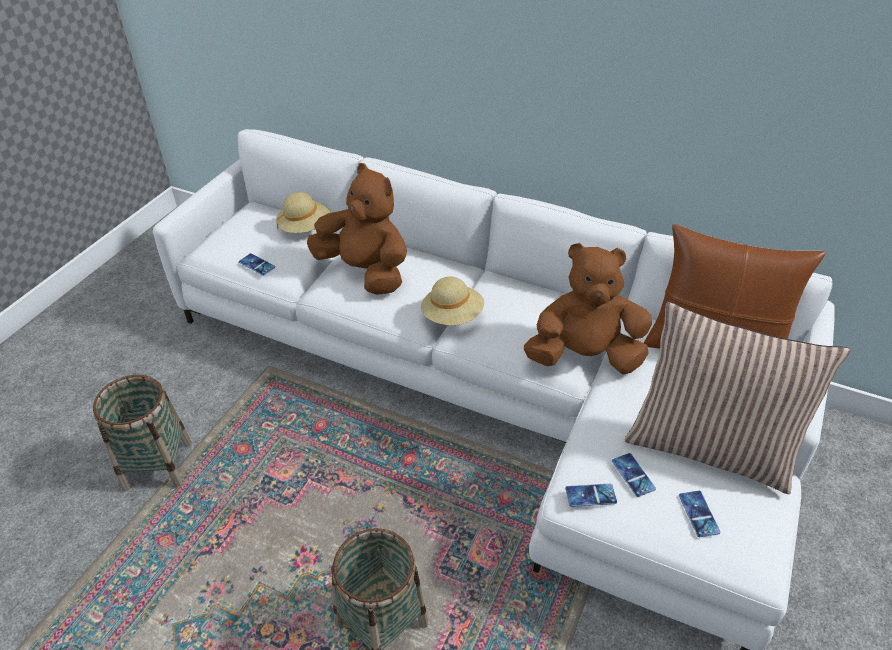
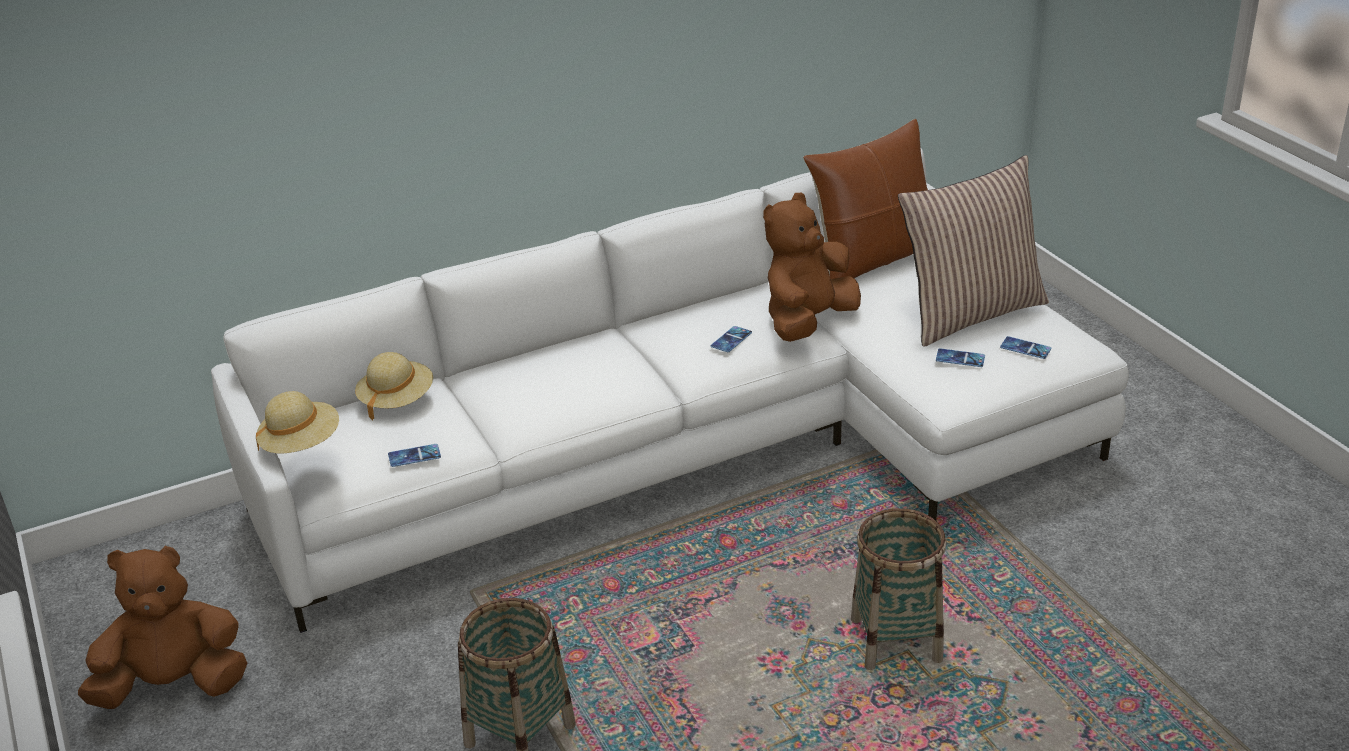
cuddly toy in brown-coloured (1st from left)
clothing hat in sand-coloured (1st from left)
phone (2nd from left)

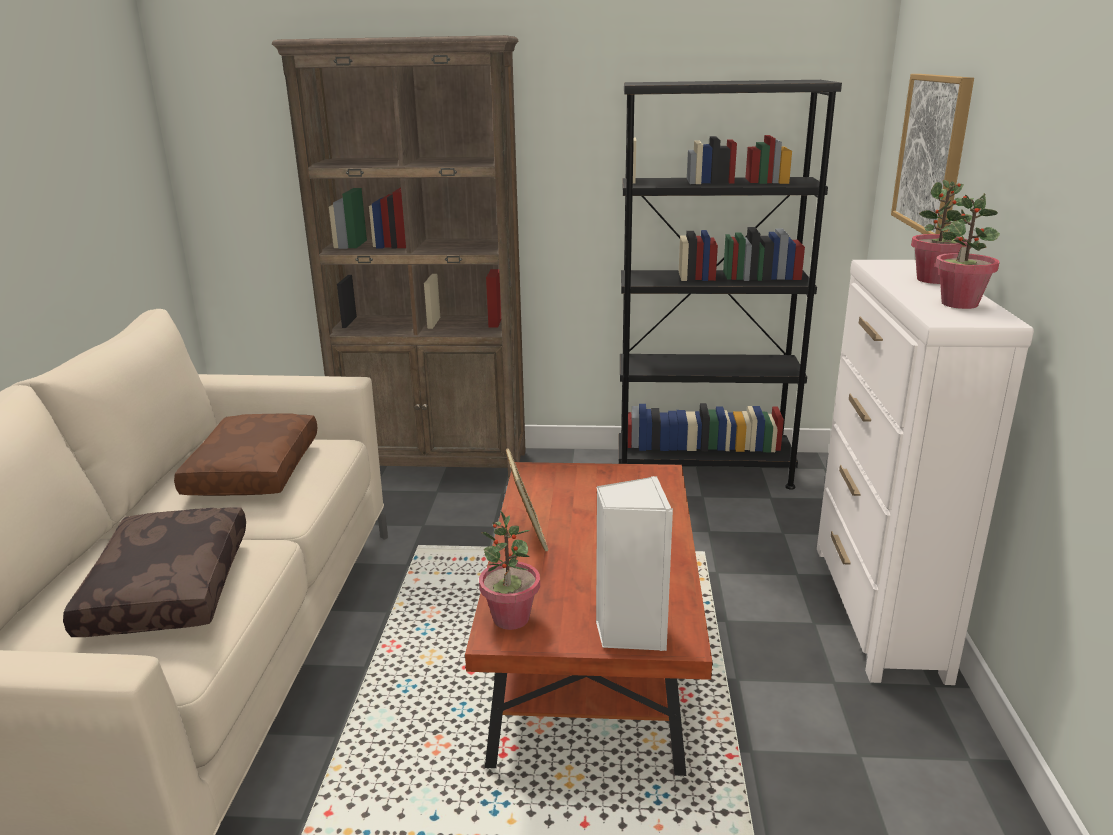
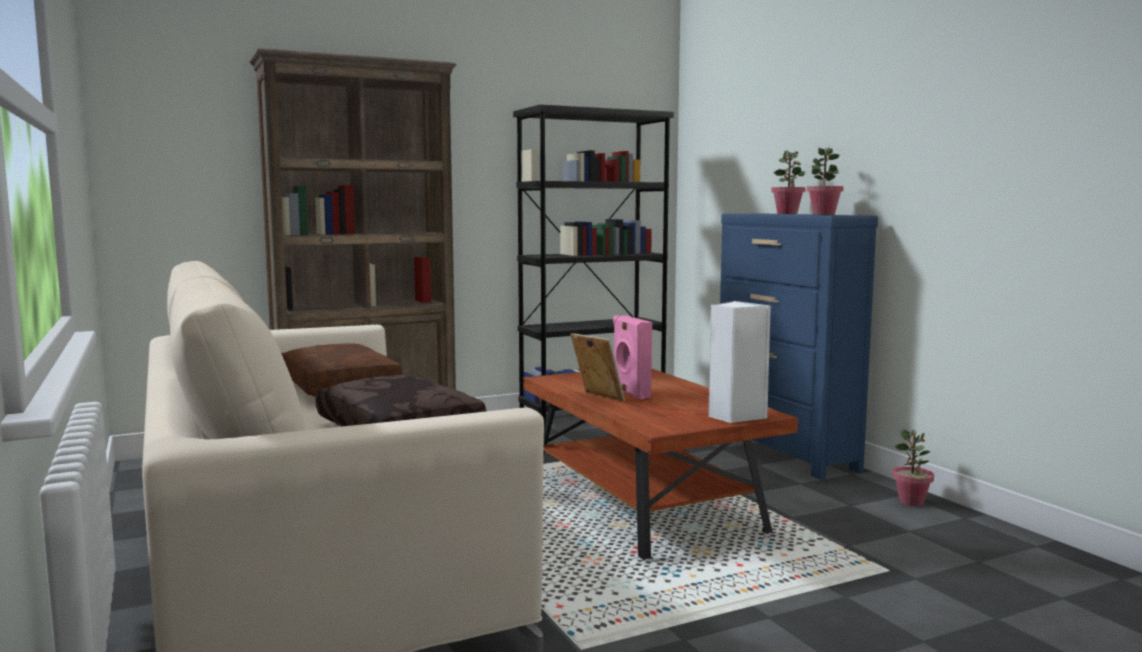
wall art
audio speaker in pink-coloured
houseplant (3rd from left)
chest of drawers in blue-coloured

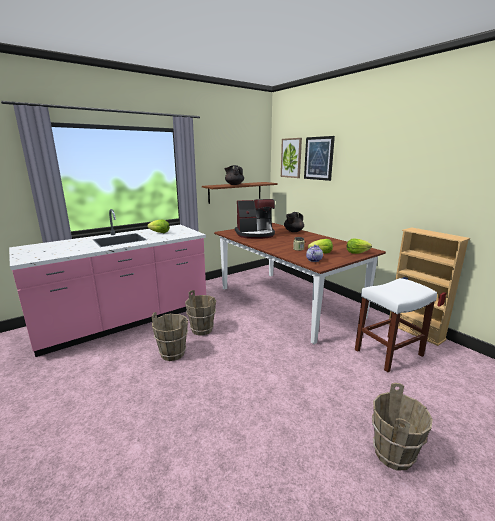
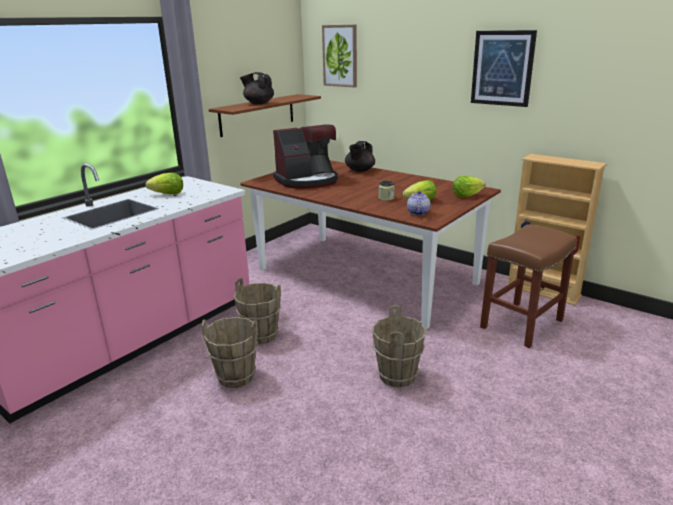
wall art (2nd from left)
water bucket in brown-coloured (3rd from left)
sitting stool in brown-coloured

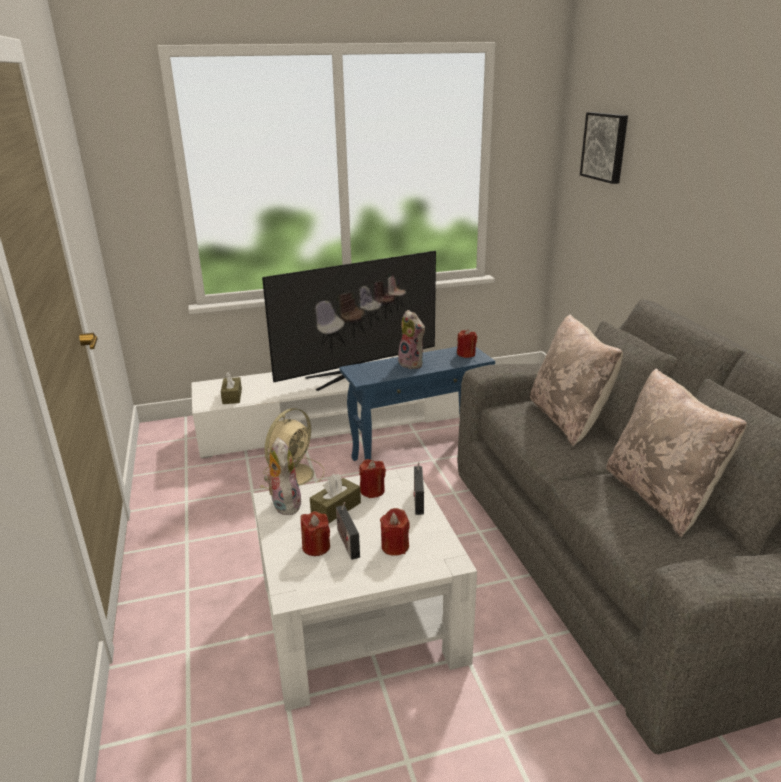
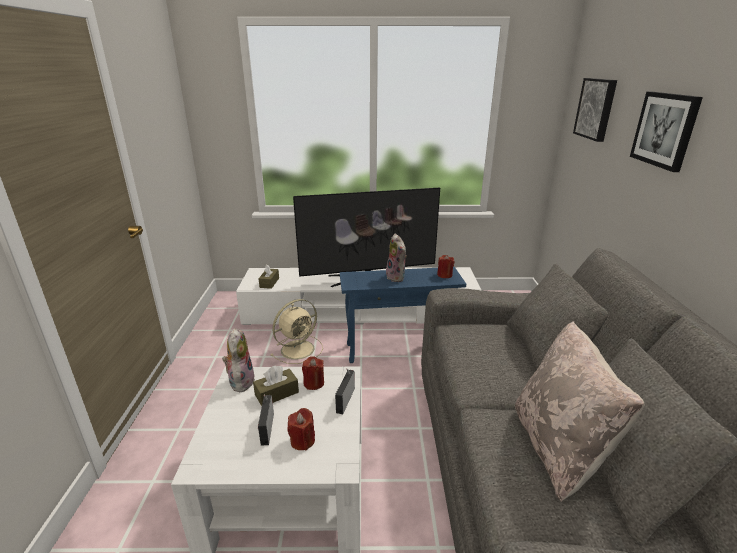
wax light in red (1st from left in the first image)
throw pillow in sand-coloured (1st from left in the first image)
wall art (2nd from left)

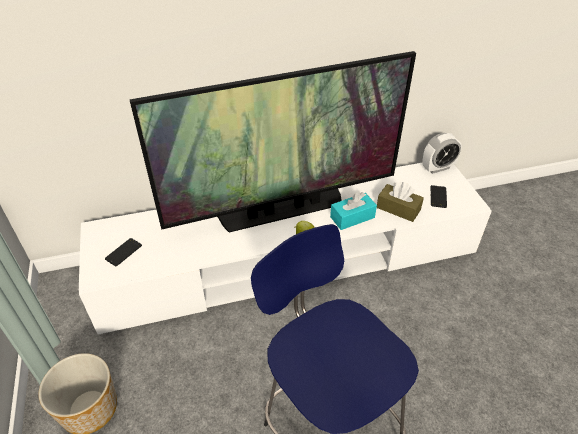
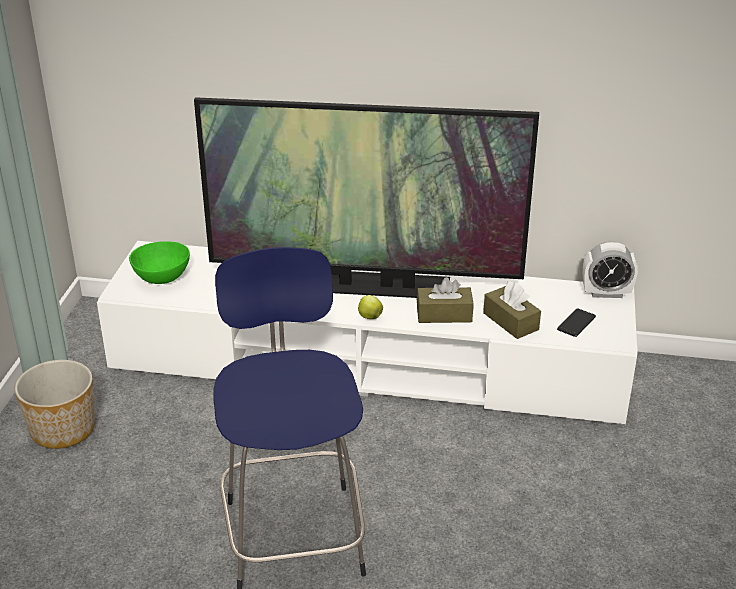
bowl in green-coloured
tissue holder in brown-coloured (1st from left)

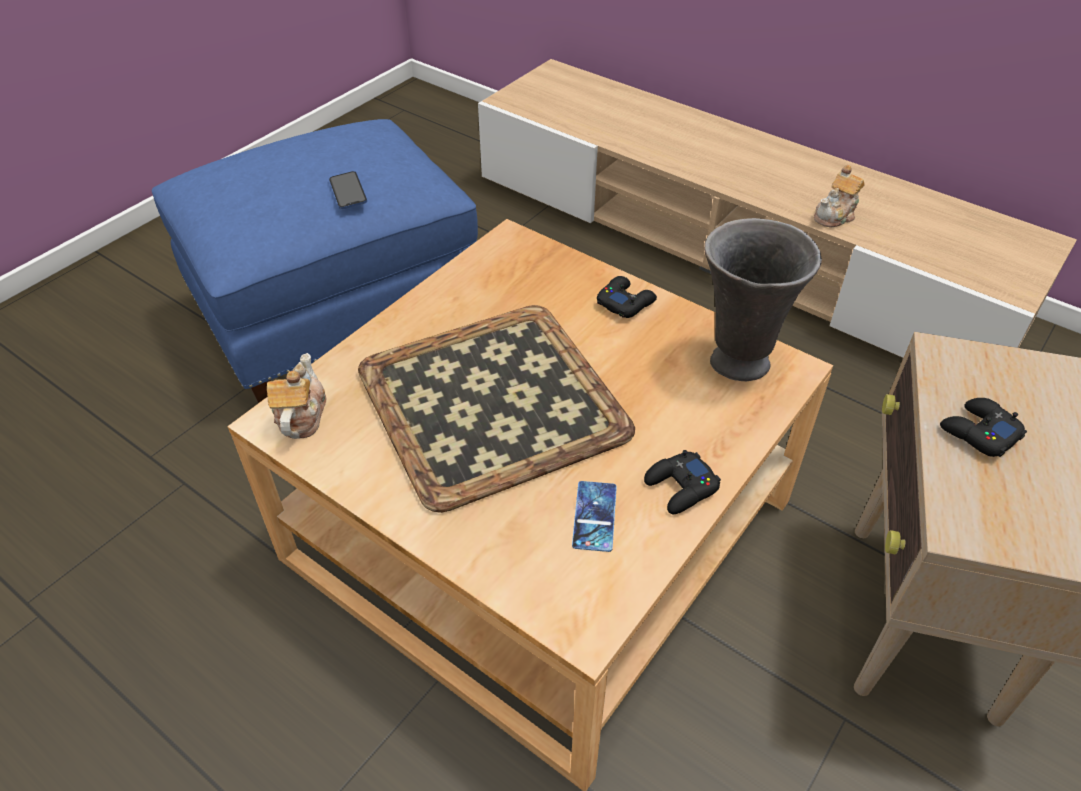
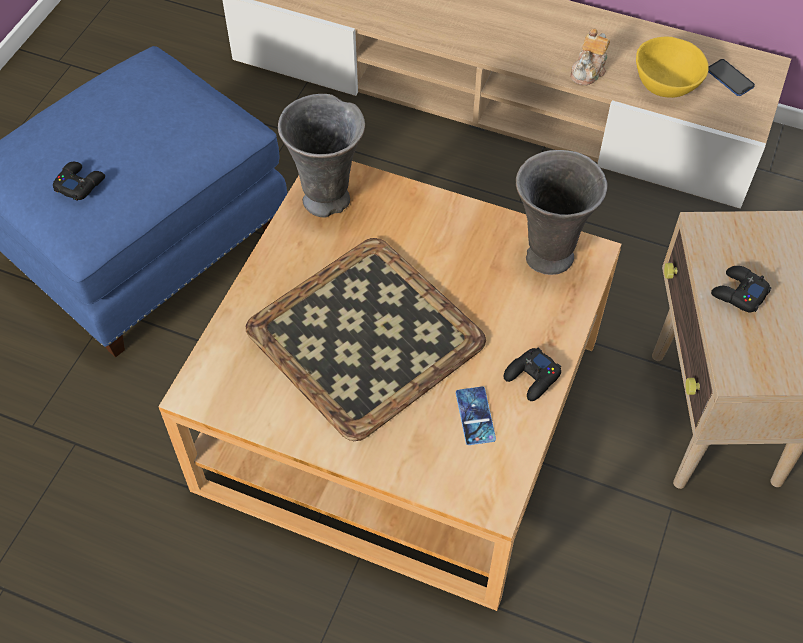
teapot (1st from left in the first image)
decorative vase in greyish (1st from left)
bowl in yellow-coloured
phone (2nd from left)
gamepad in blackish (1st from left)

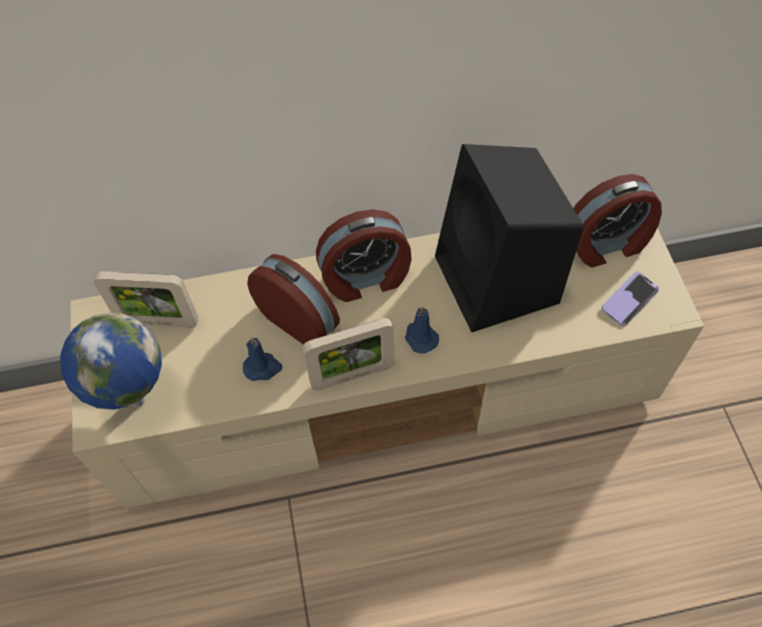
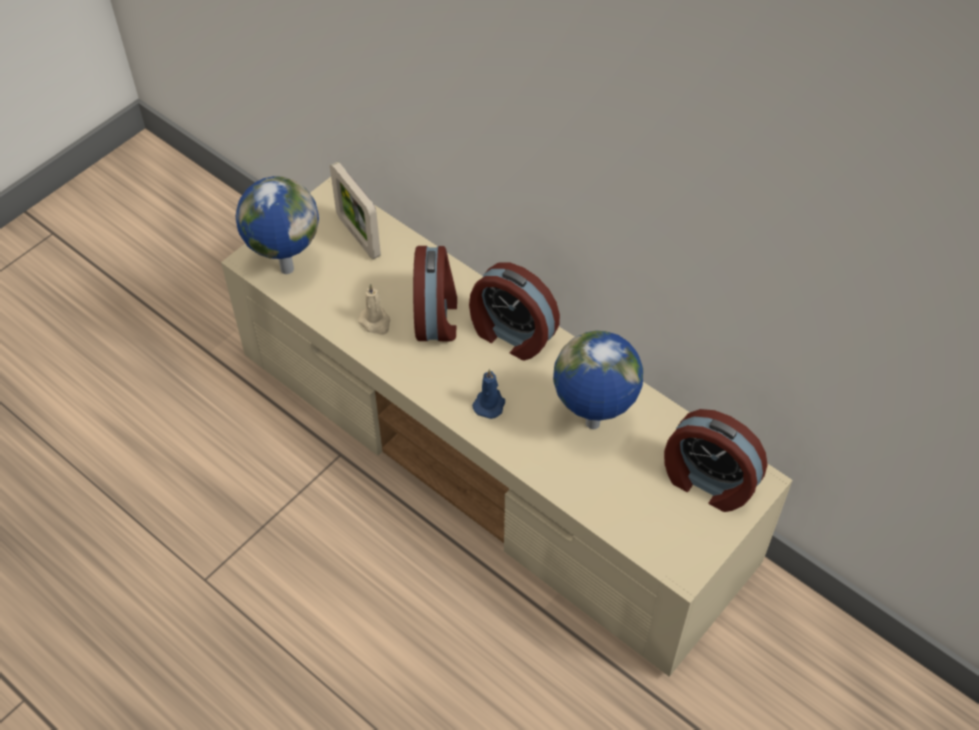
standing frame (2nd from left in the first image)
phone
globe (2nd from left)
wax light in sand-coloured

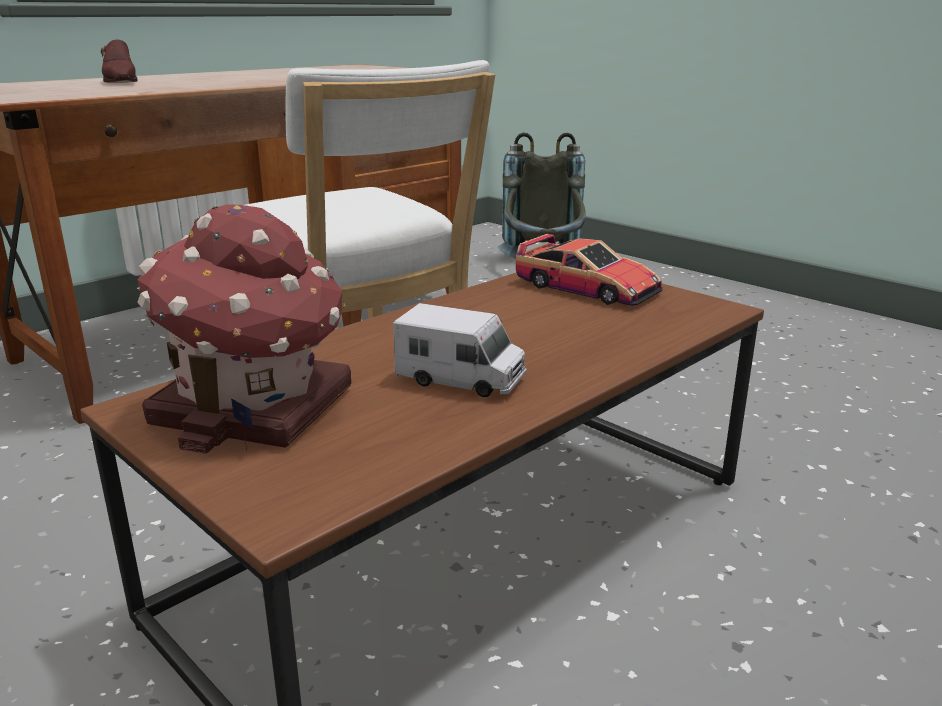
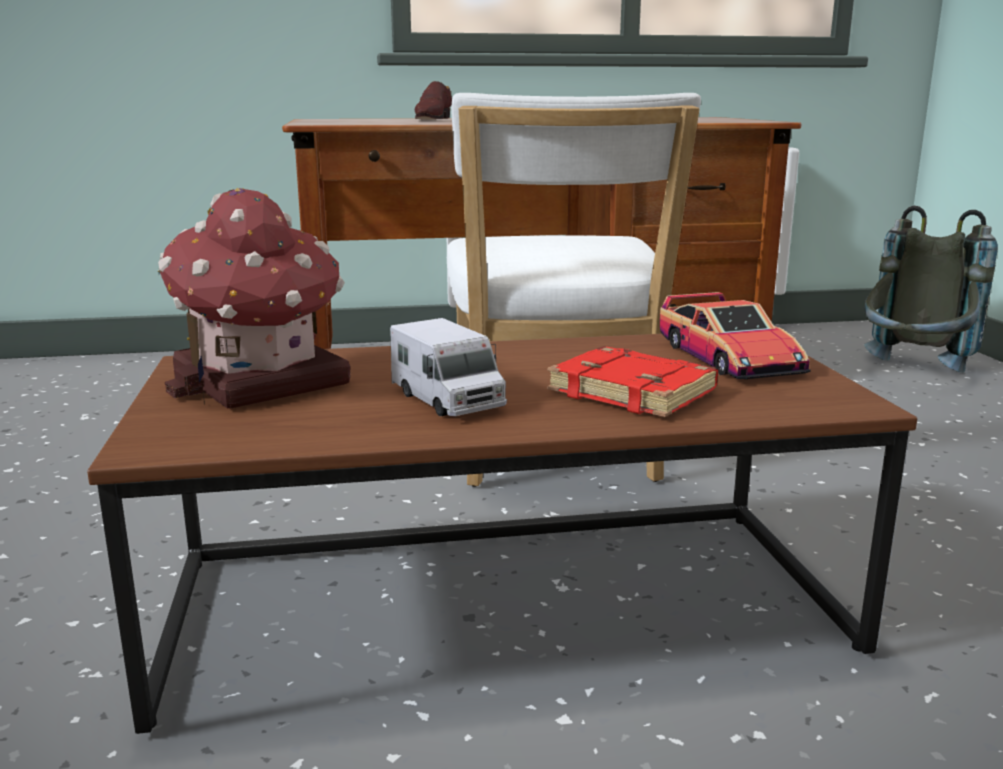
book in red

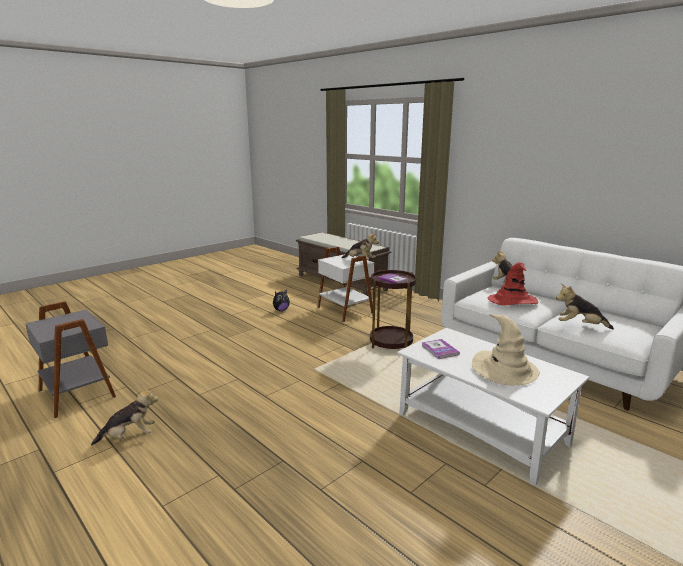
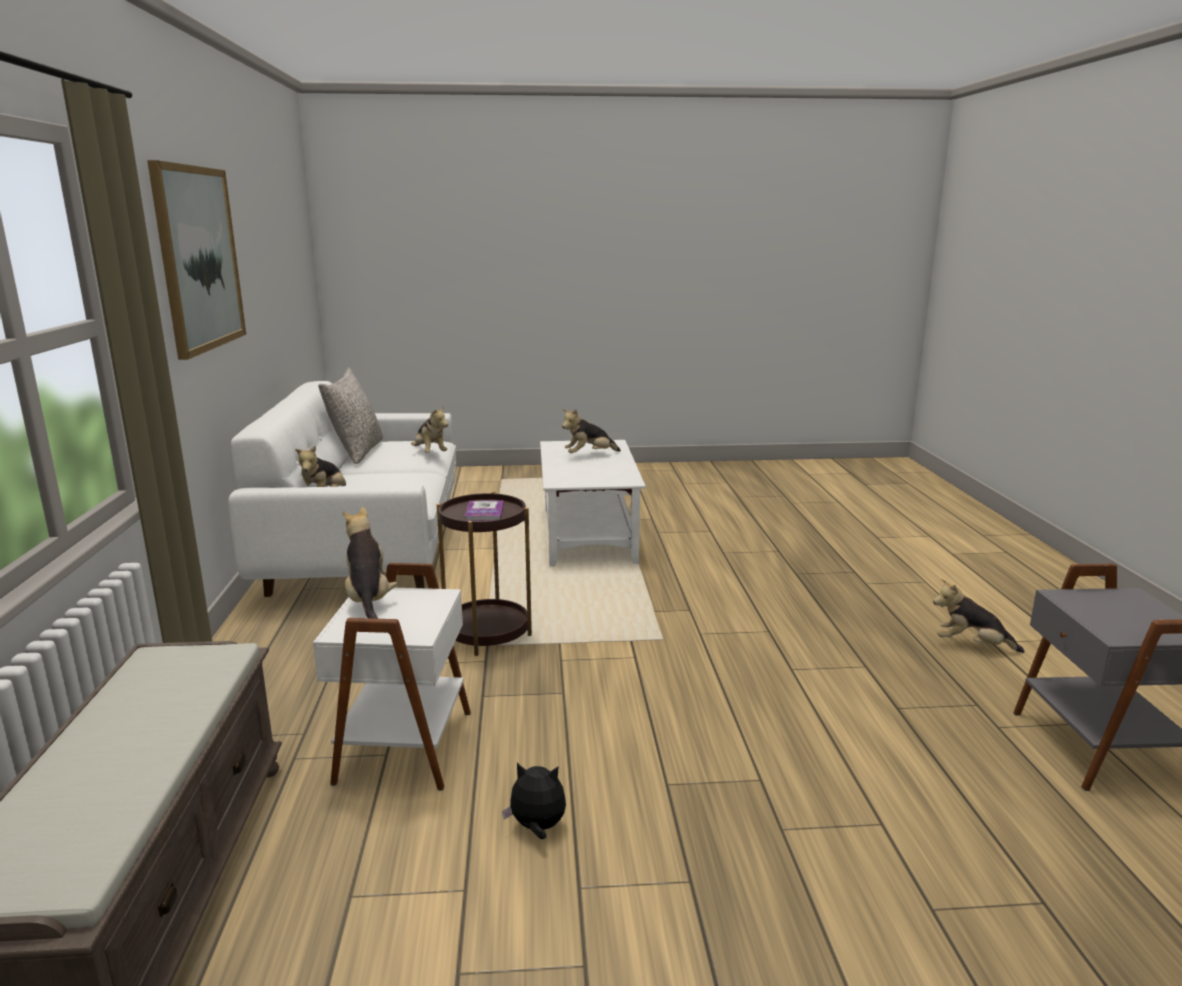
book (2nd from left in the first image)
clothing hat in red
wall art
throw pillow in greyish
cuddly toy (5th from left)

